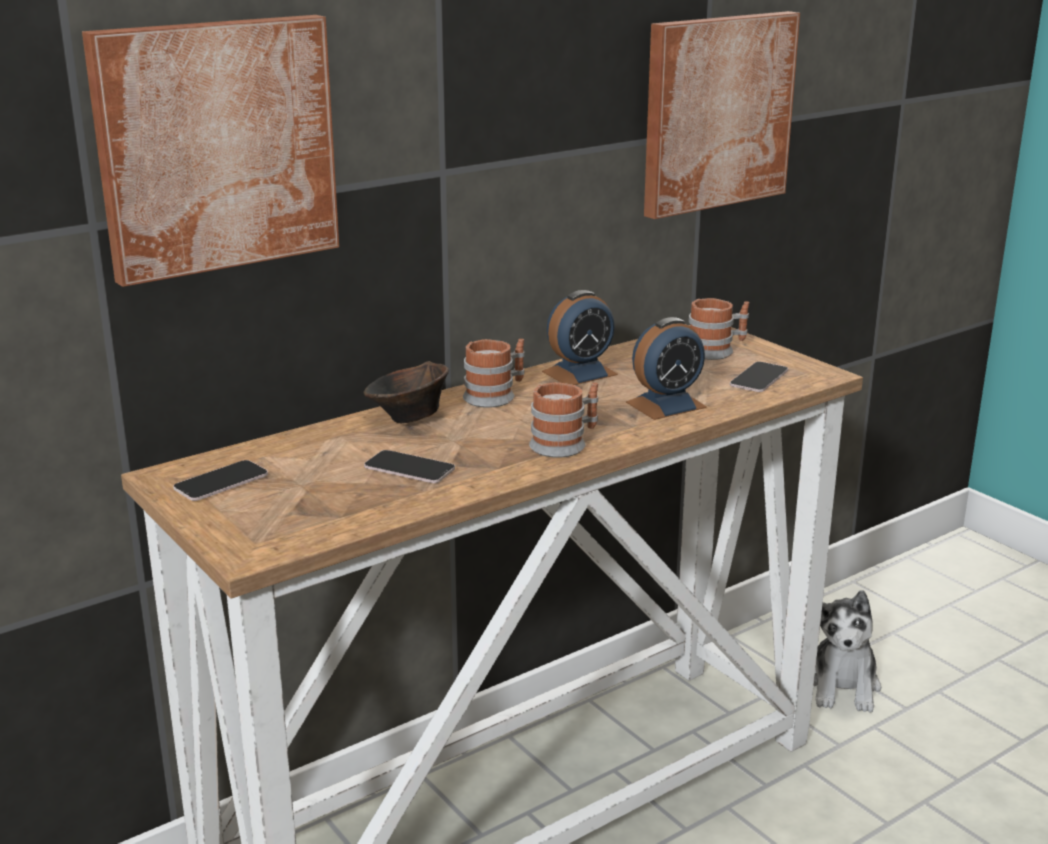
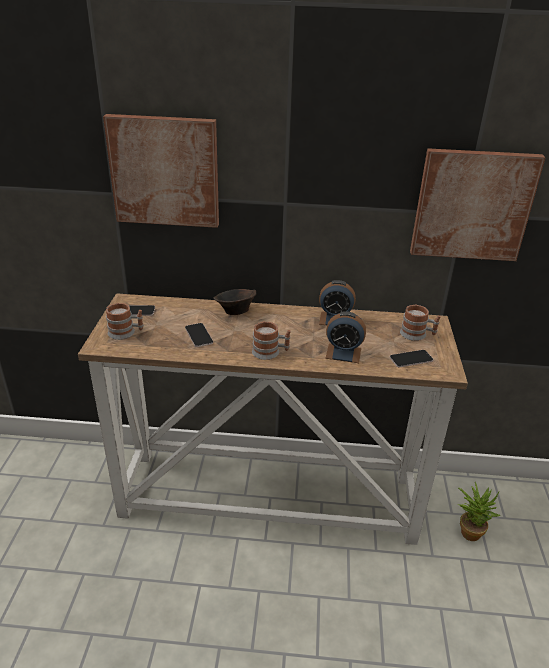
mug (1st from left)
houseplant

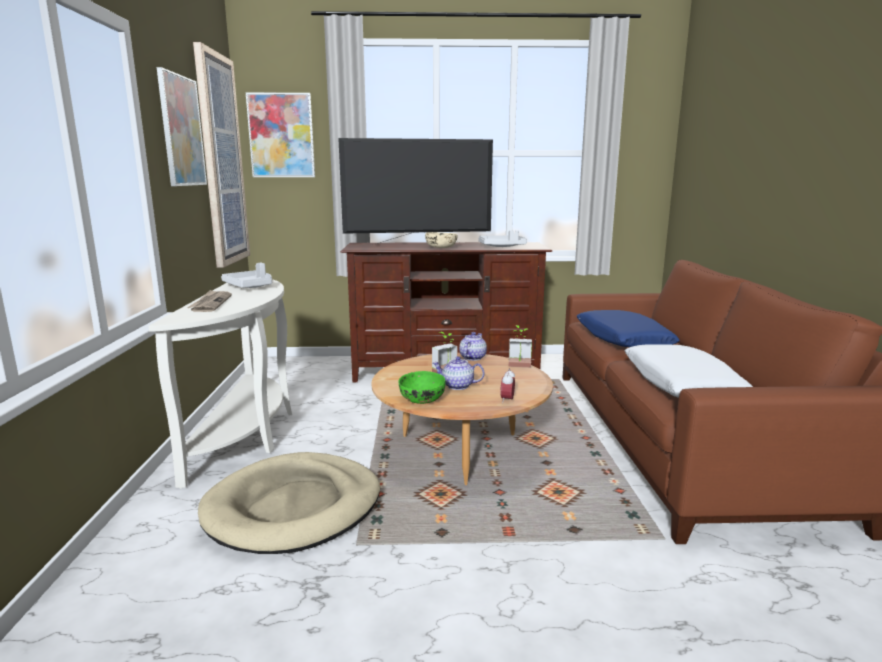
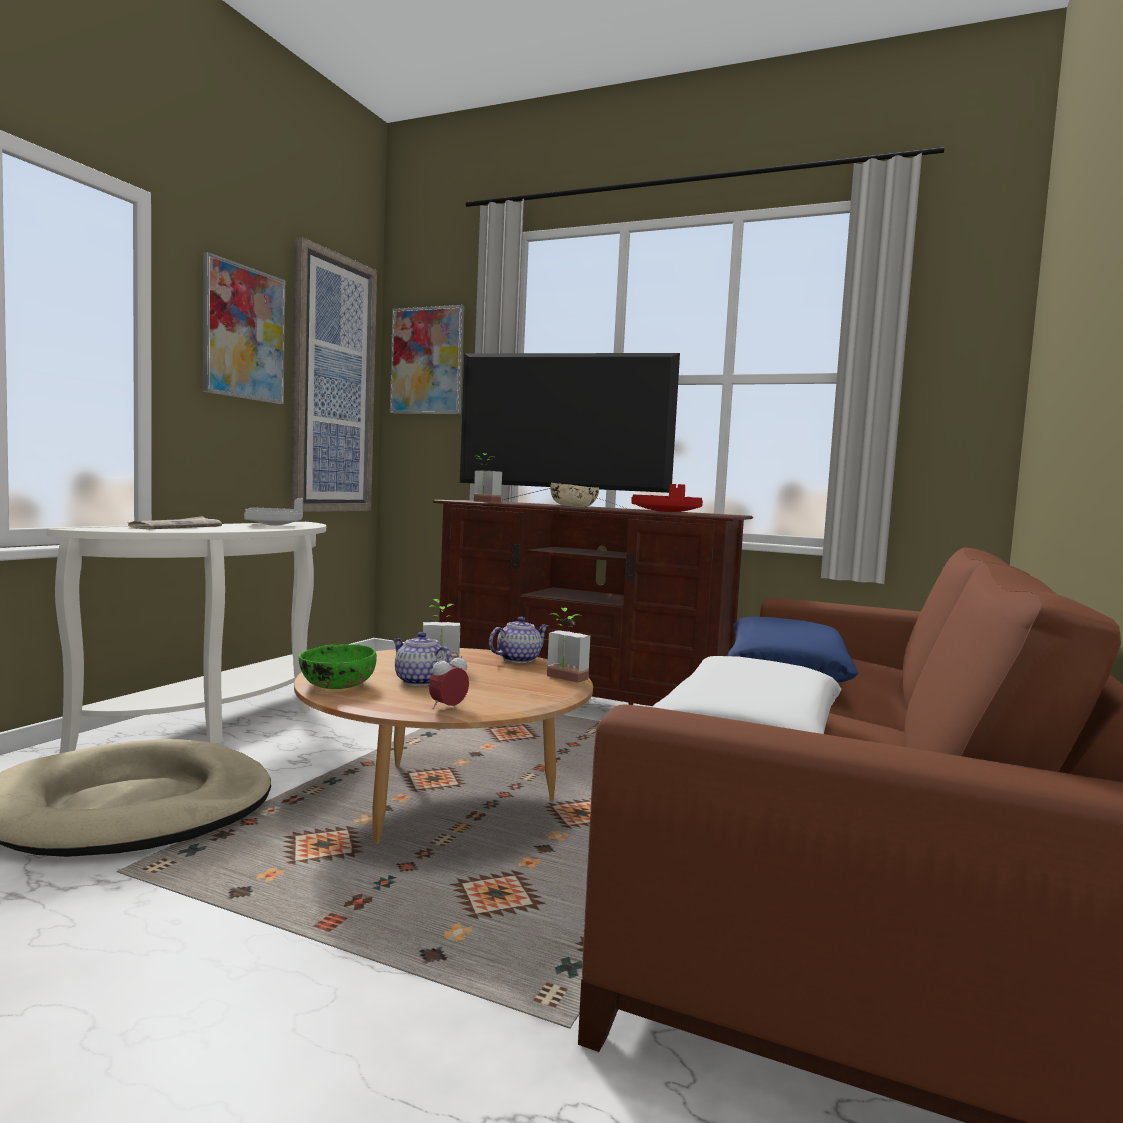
houseplant (2nd from left)
serving tray in red

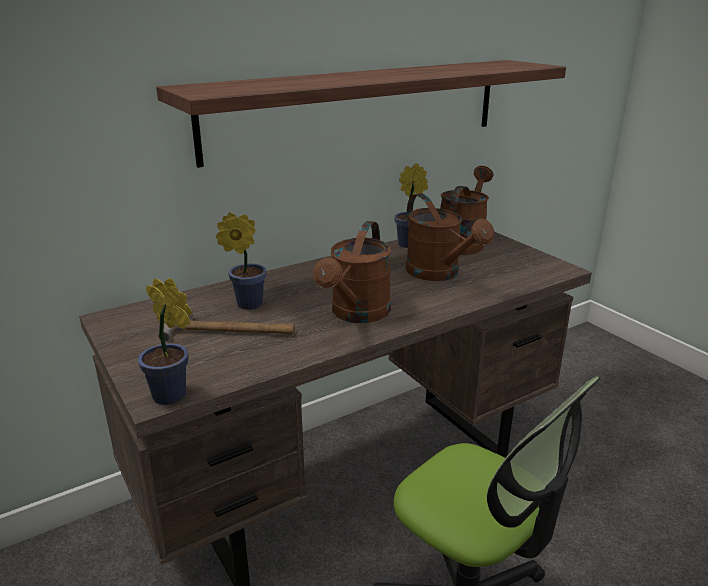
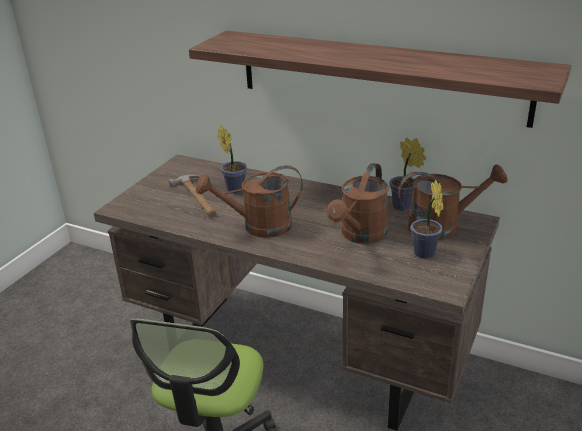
houseplant (3rd from left)

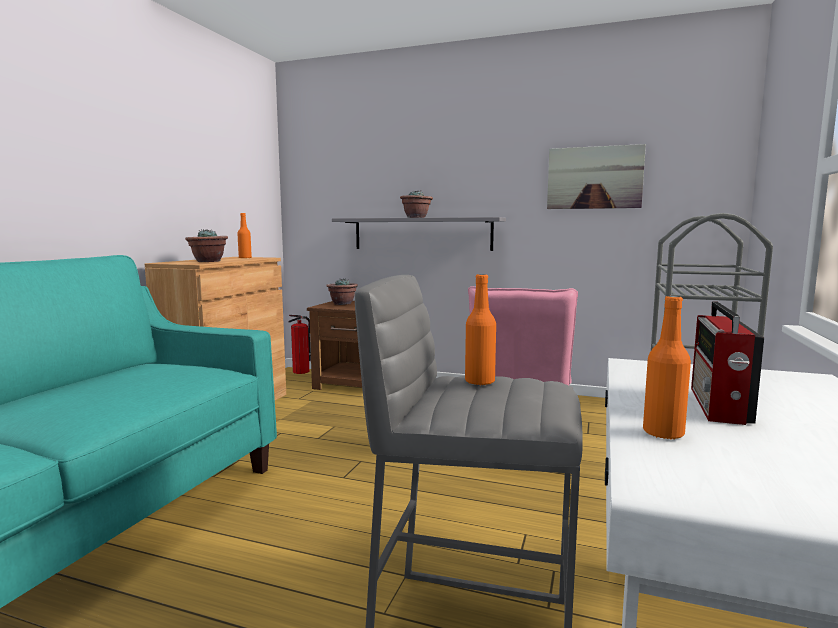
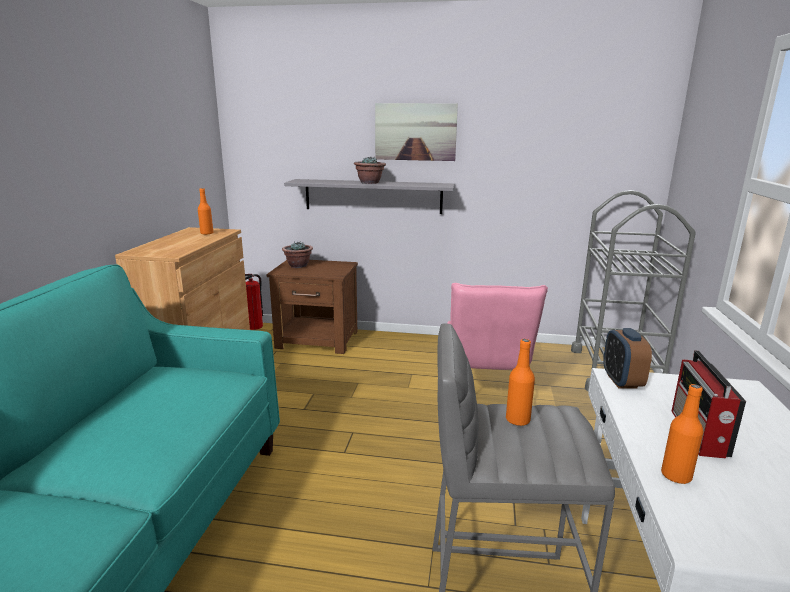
houseplant (1st from left in the first image)
table clock
wall art

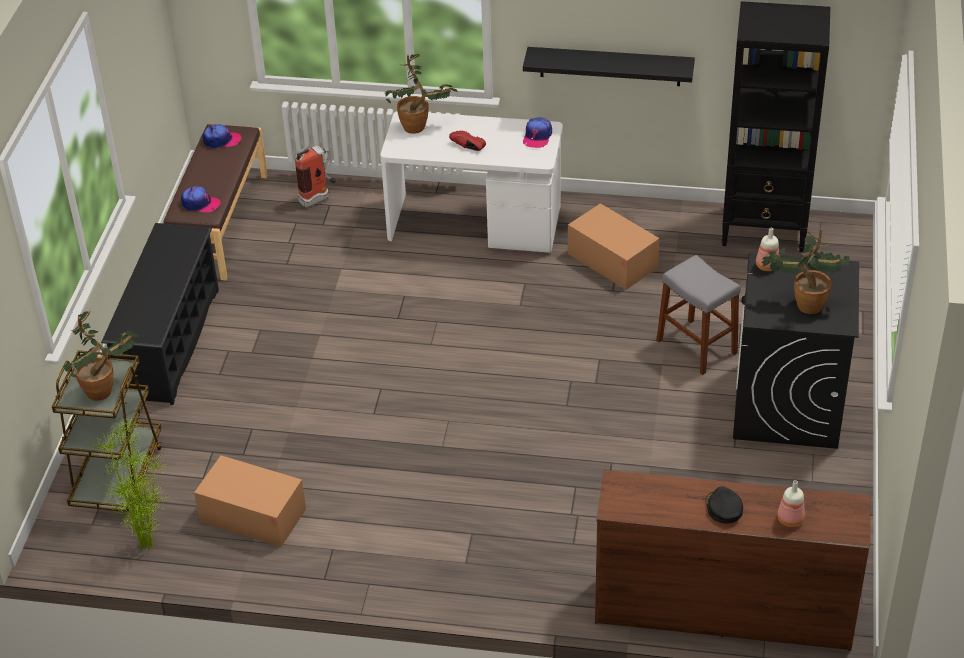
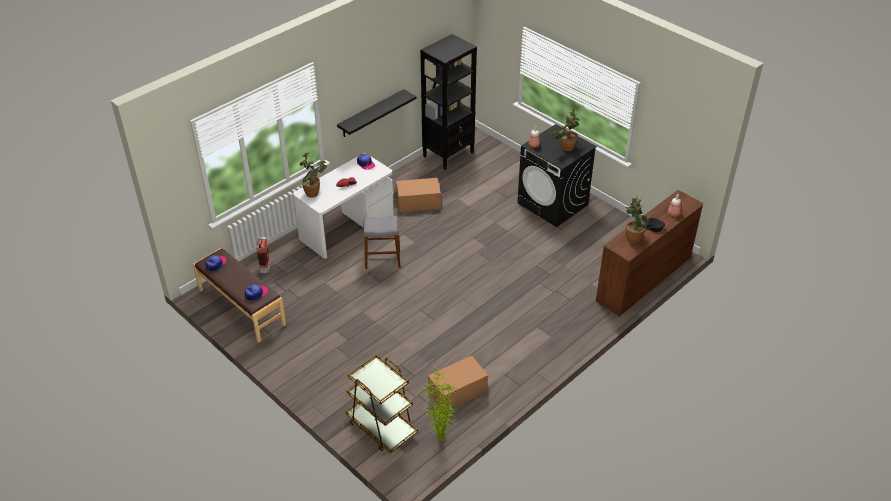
shoe rack in blackish
houseplant (4th from left)
sitting stool in greyish

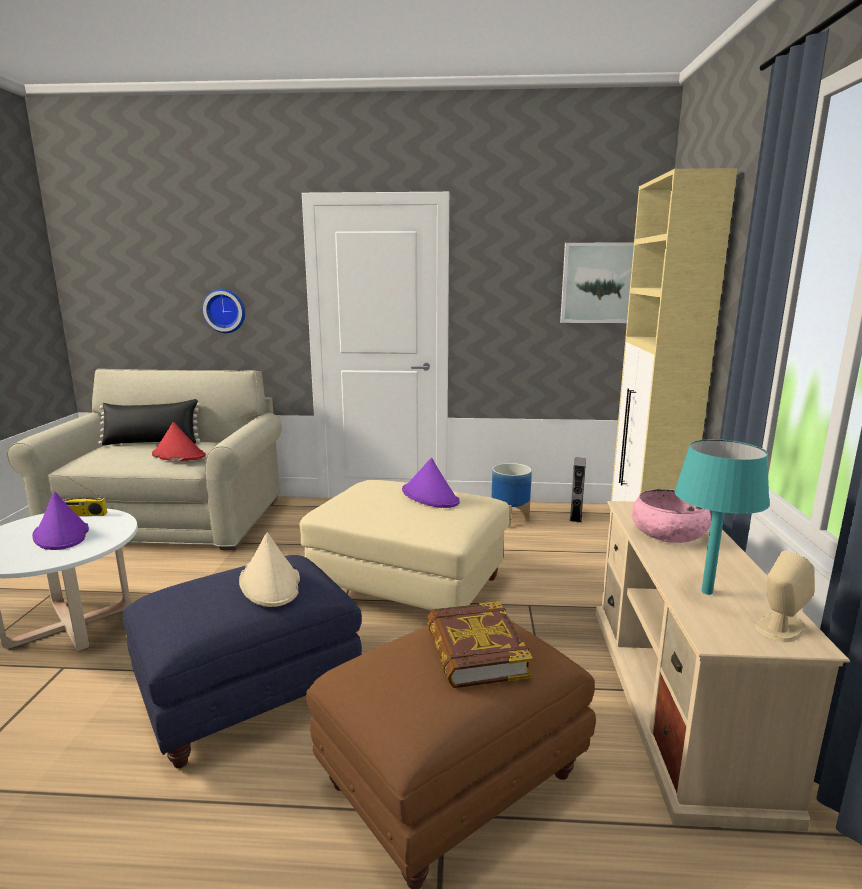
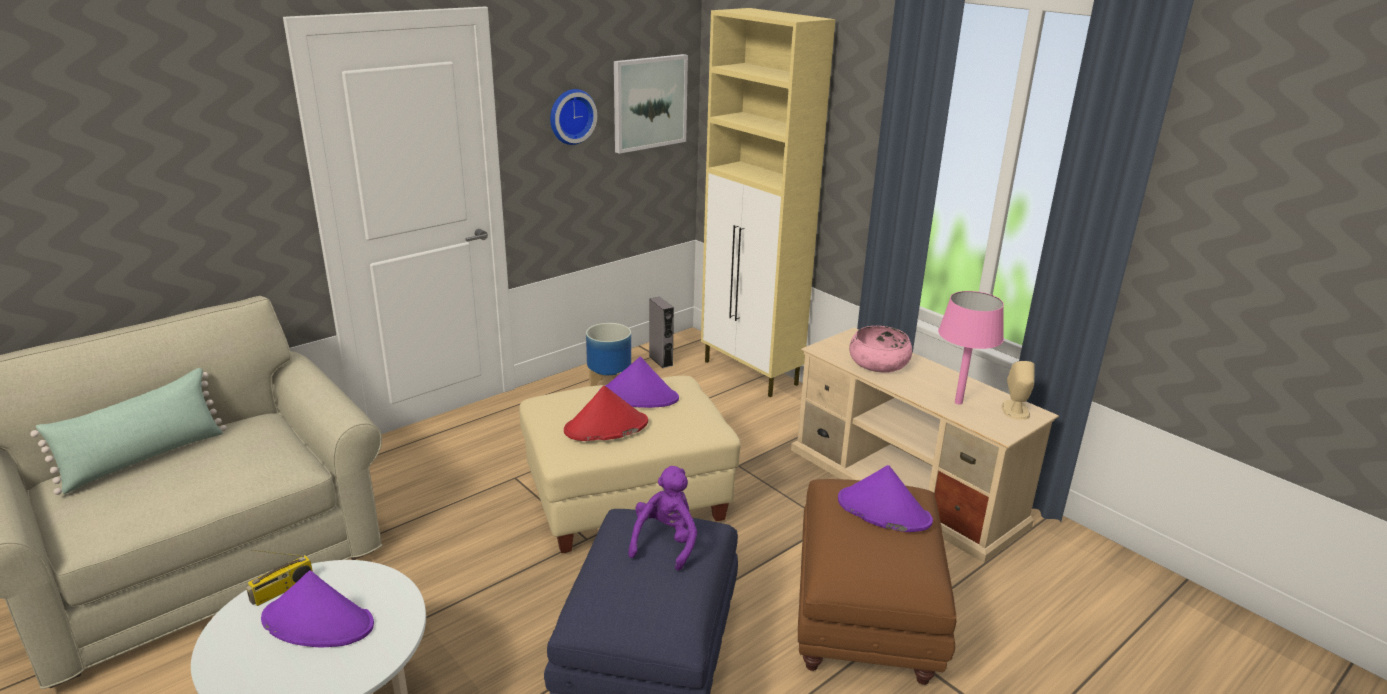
clothing hat in red
clock on the wall
cuddly toy in purple
clothing hat in purple (3rd from left)
throw pillow in green-coloured
table lamp in pink-coloured

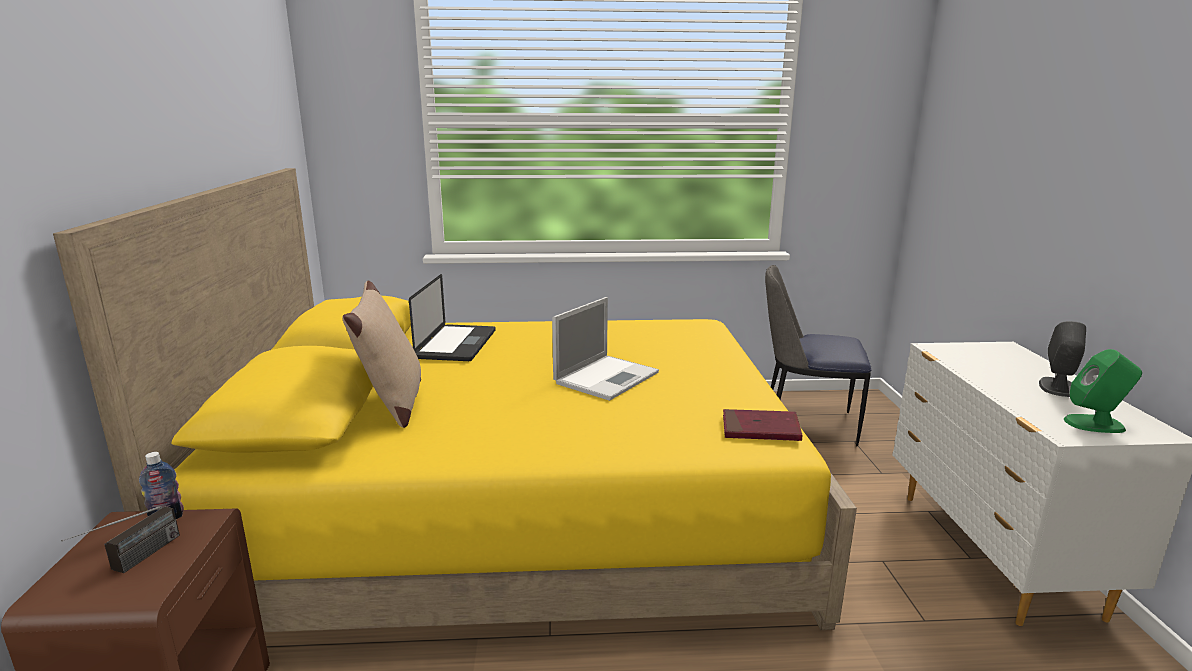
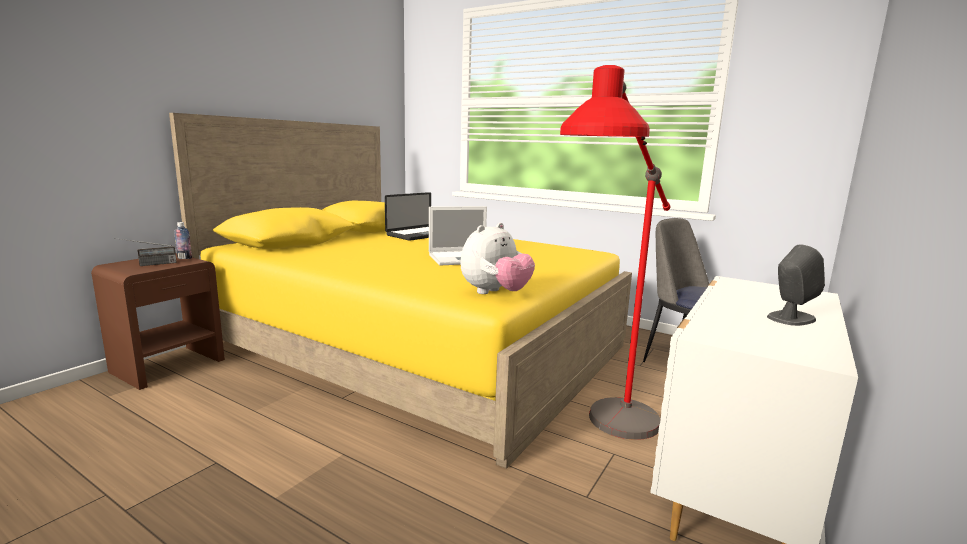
throw pillow in sand-coloured
audio speaker in green-coloured
floor lamp in red
cuddly toy

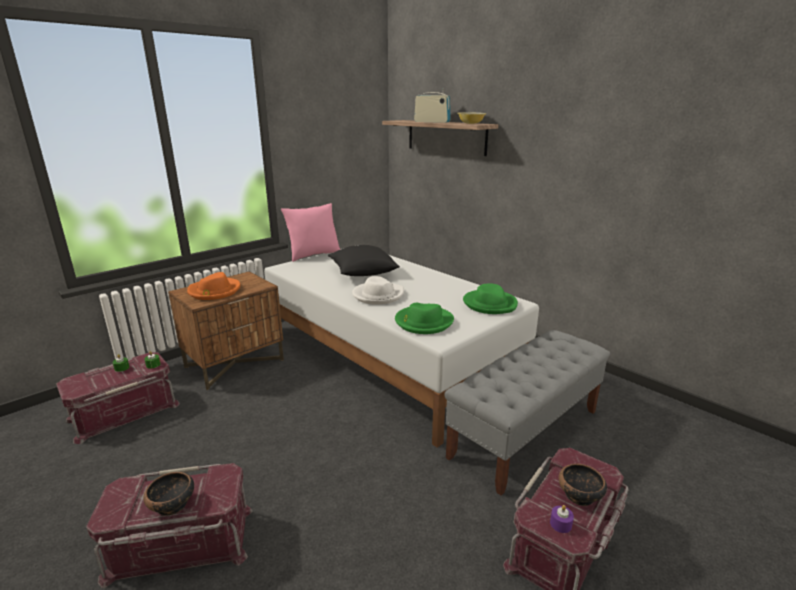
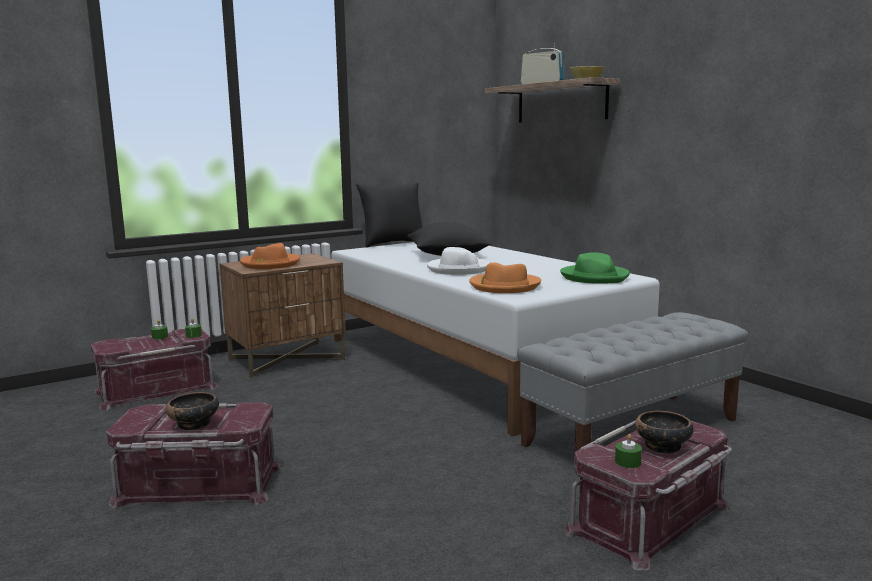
throw pillow in blackish (1st from left)
clothing hat in orange-coloured (2nd from left)
wax light in green-coloured (3rd from left)

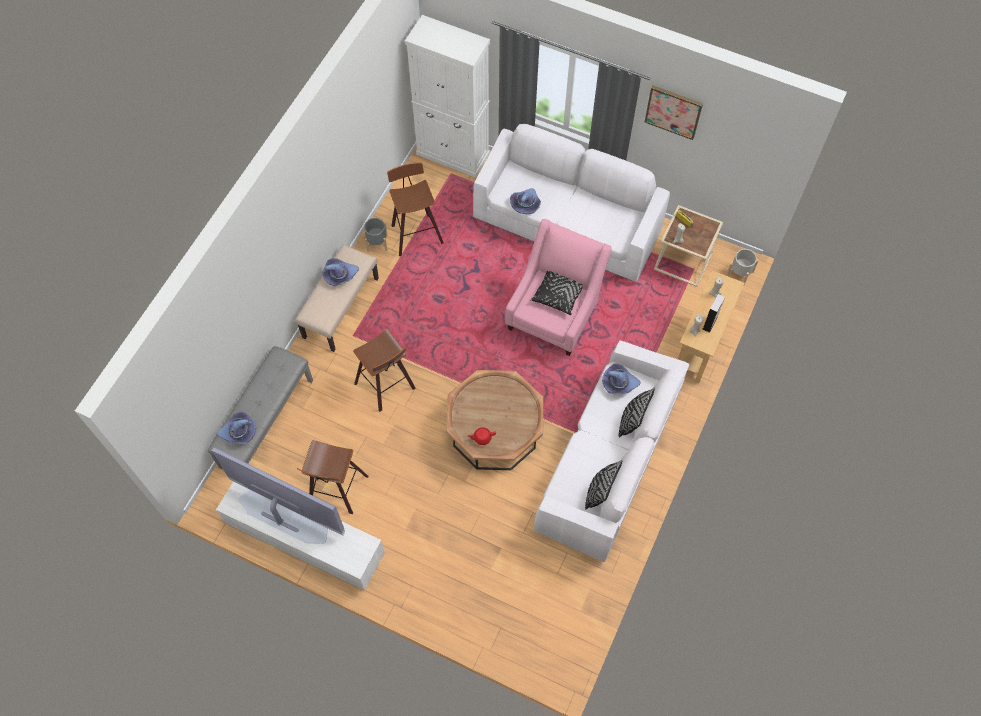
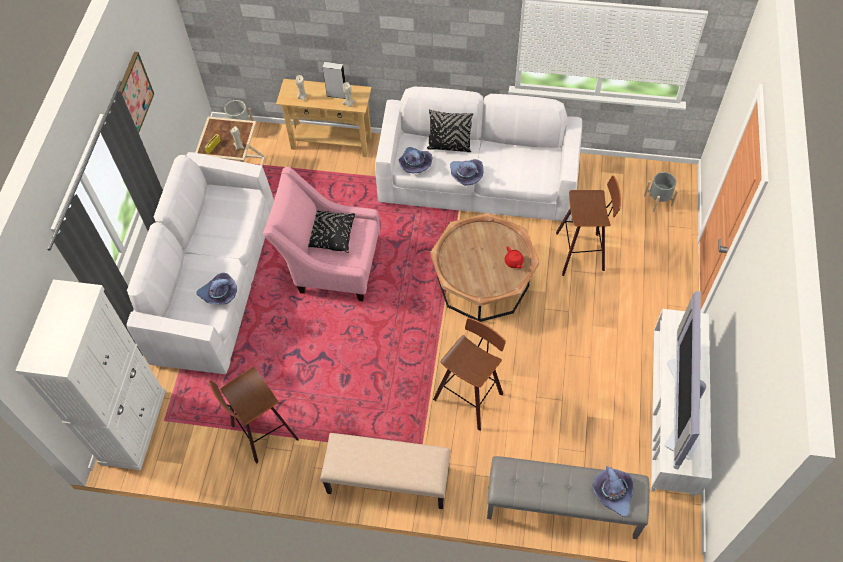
throw pillow in blackish (2nd from left in the first image)
sitting stool (3rd from left)
clothing hat in purple (3rd from left)
planter in greyish (2nd from left)

